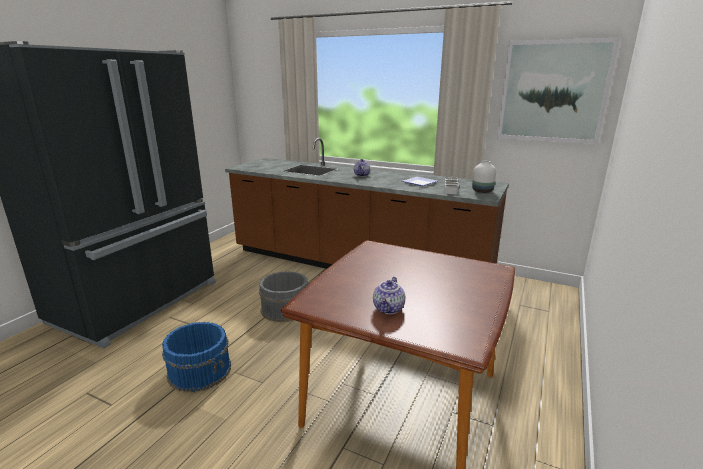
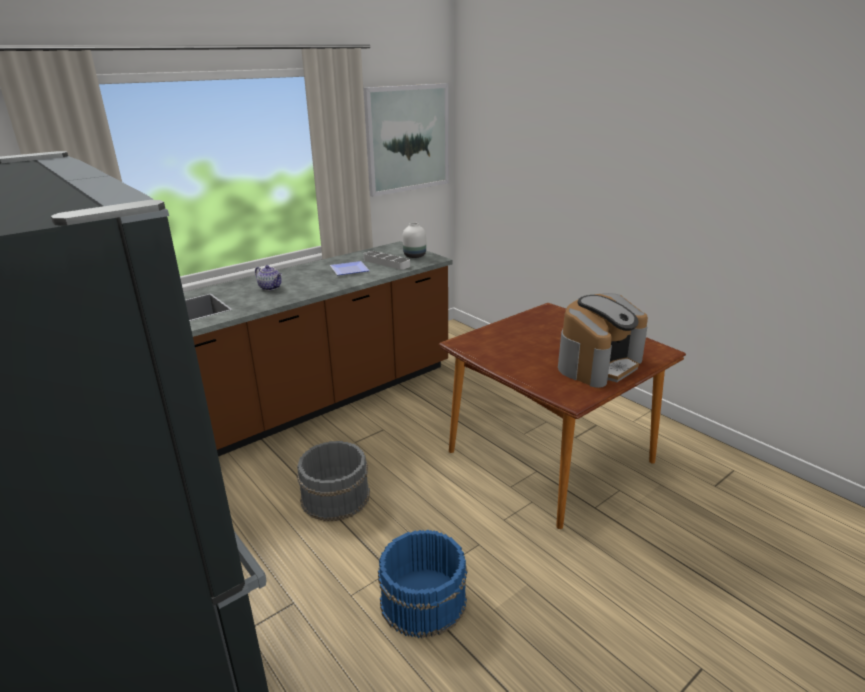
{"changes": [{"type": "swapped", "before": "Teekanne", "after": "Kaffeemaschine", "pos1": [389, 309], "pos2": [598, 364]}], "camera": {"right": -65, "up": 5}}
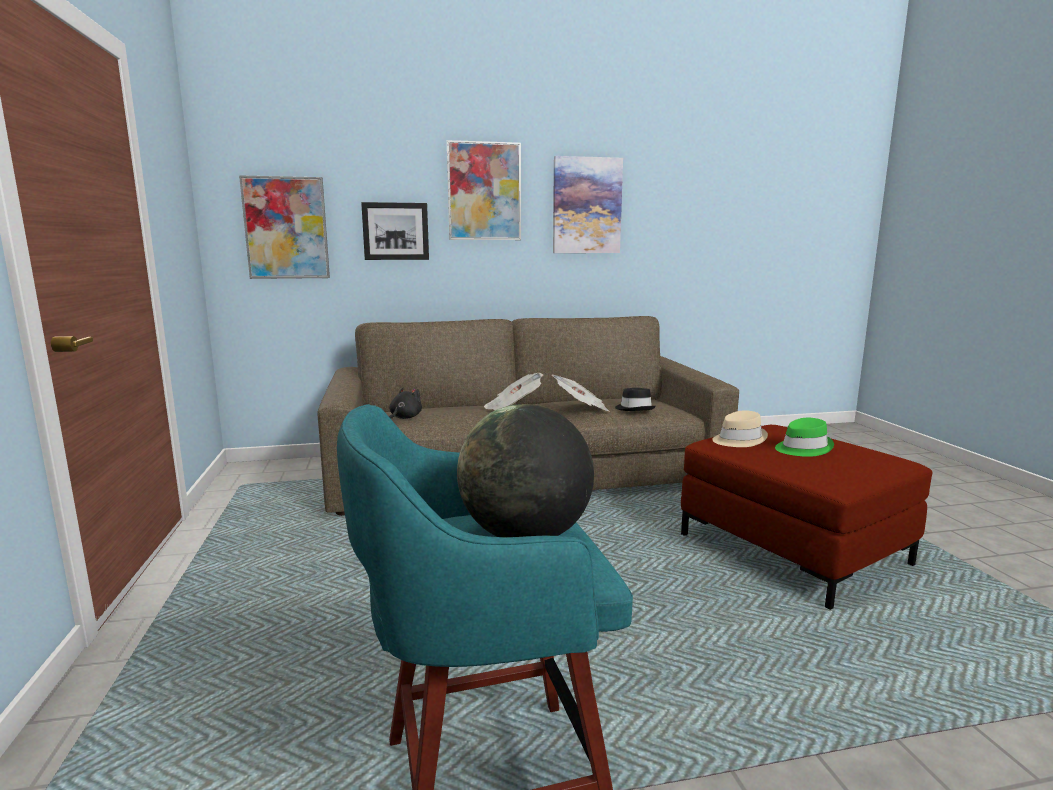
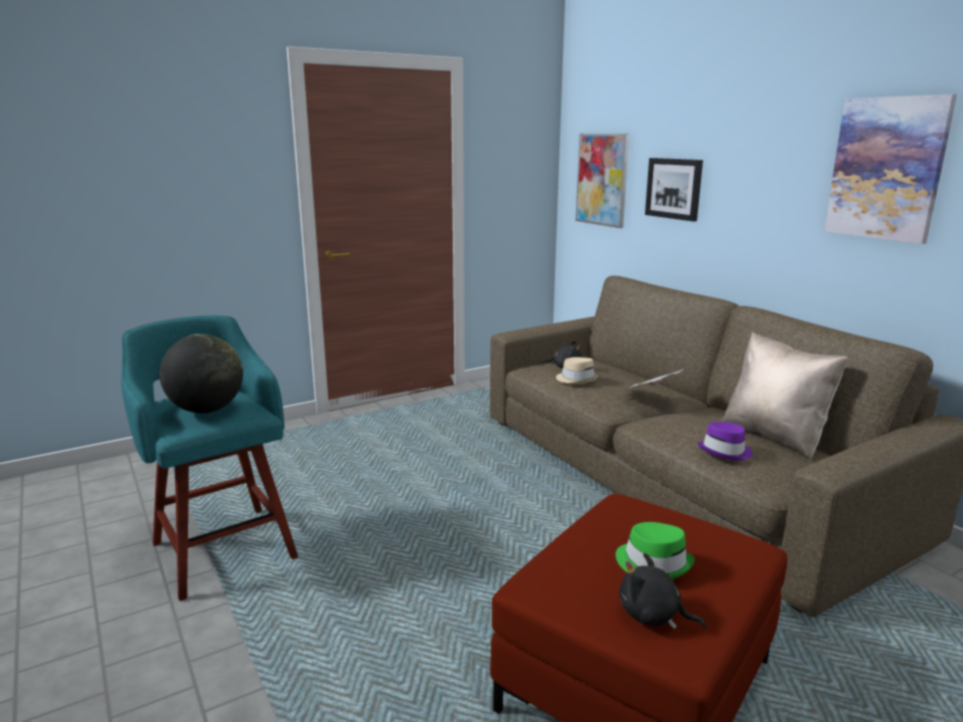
{"changes": [{"type": "gone", "before": "Bild", "pos1": [484, 191]}, {"type": "gone", "before": "Zeitung", "pos1": [581, 408]}, {"type": "new", "after": "Plüschtier/schwarz", "pos2": [653, 616]}, {"type": "new", "after": "Kissen/beige", "pos2": [774, 436]}, {"type": "shifted", "before": "Hut/beige", "pos1": [738, 440], "pos2": [576, 379]}, {"type": "repainted", "before": "Hut/schwarz", "after": "Hut/lila", "pos1": [634, 409], "pos2": [726, 451]}], "camera": {"right": 70, "up": 5}}
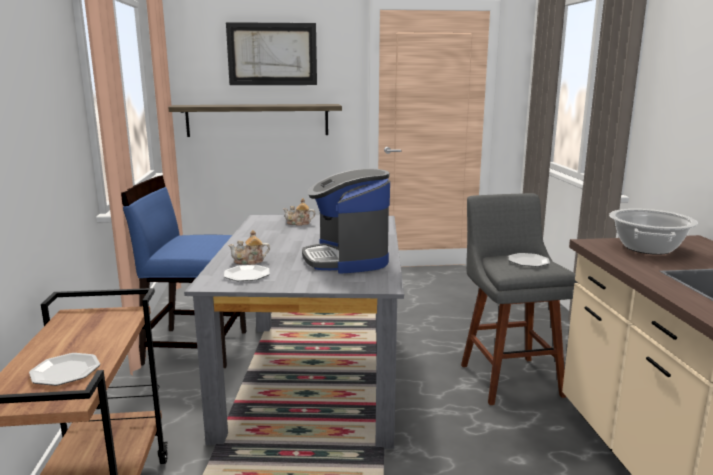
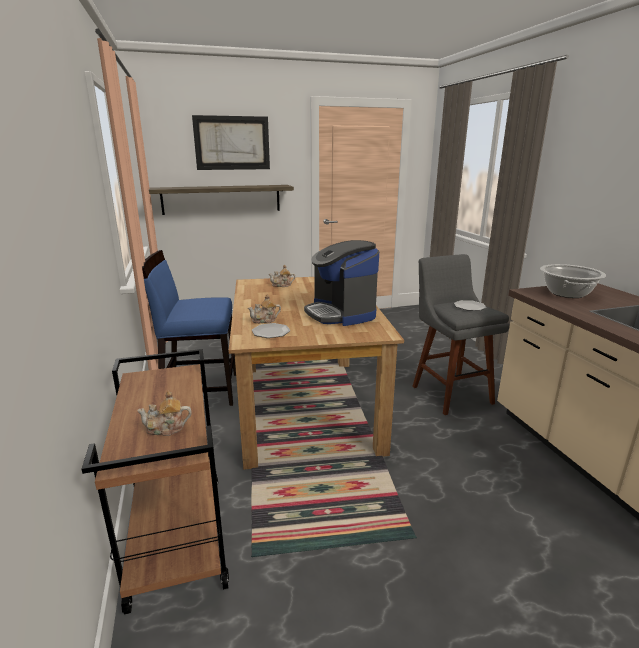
{"changes": [{"type": "swapped", "before": "Teller", "after": "Teekanne", "pos1": [65, 372], "pos2": [166, 428]}, {"type": "repainted", "before": "Esstisch/grau", "after": "Esstisch/braun", "pos1": [315, 376], "pos2": [307, 405]}], "camera": {"right": -10, "up": 5}}
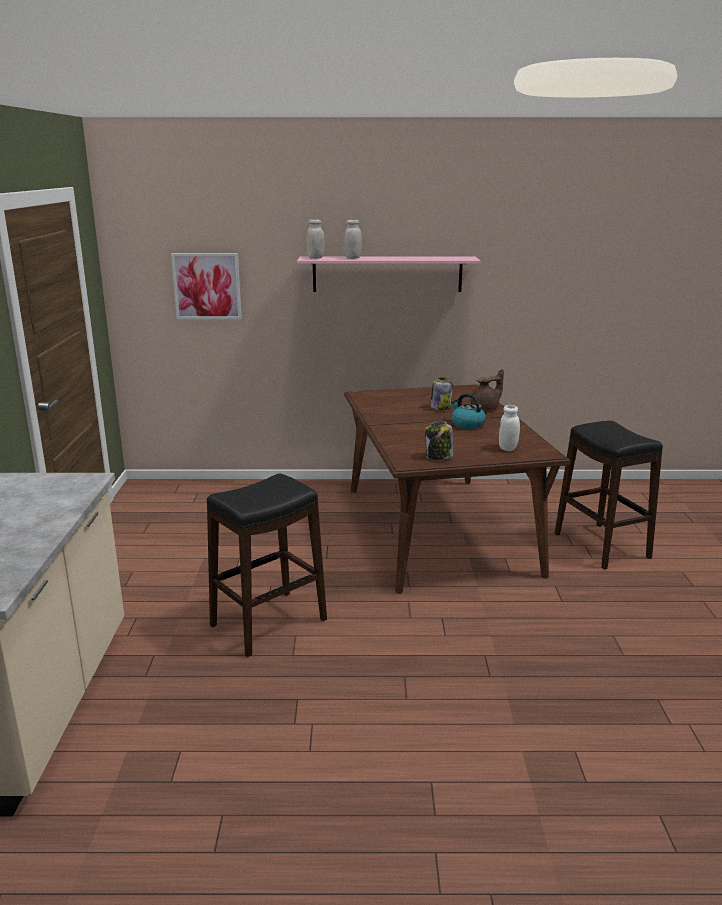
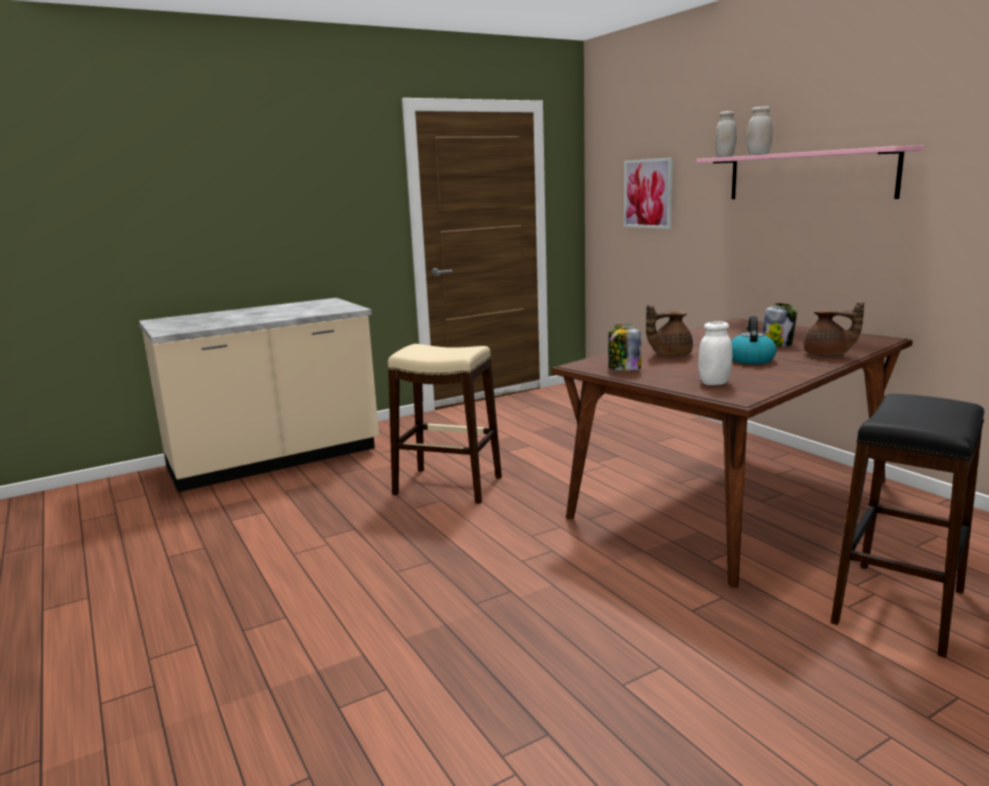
{"changes": [{"type": "new", "after": "Teekanne/braun", "pos2": [669, 354]}, {"type": "repainted", "before": "Hocker/schwarz", "after": "Hocker/beige", "pos1": [269, 622], "pos2": [448, 485]}], "camera": {"right": 60, "up": -5}}
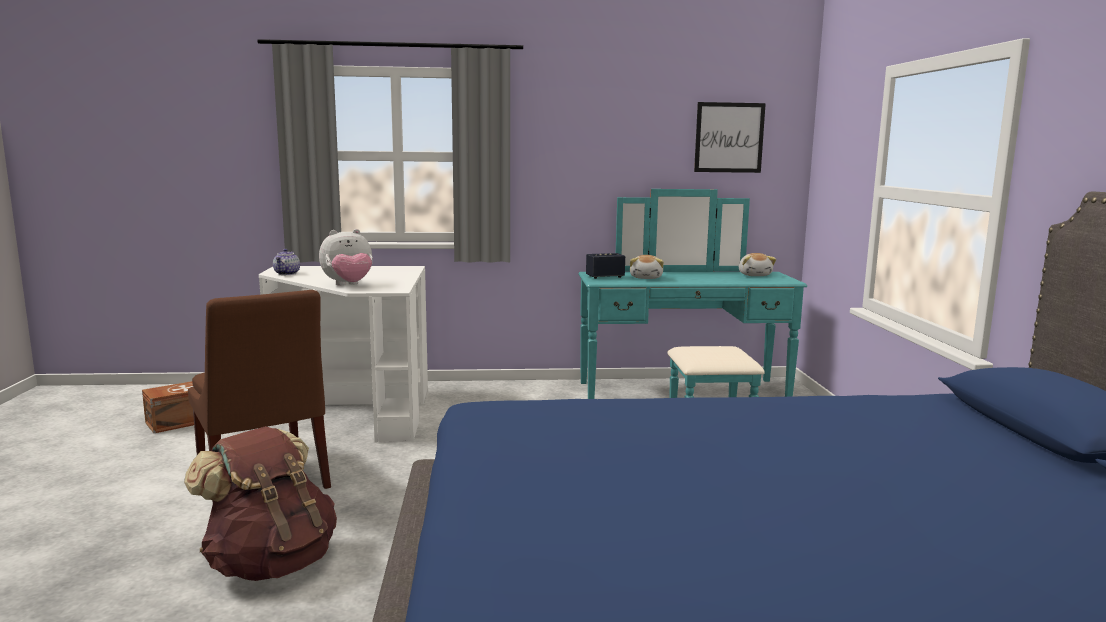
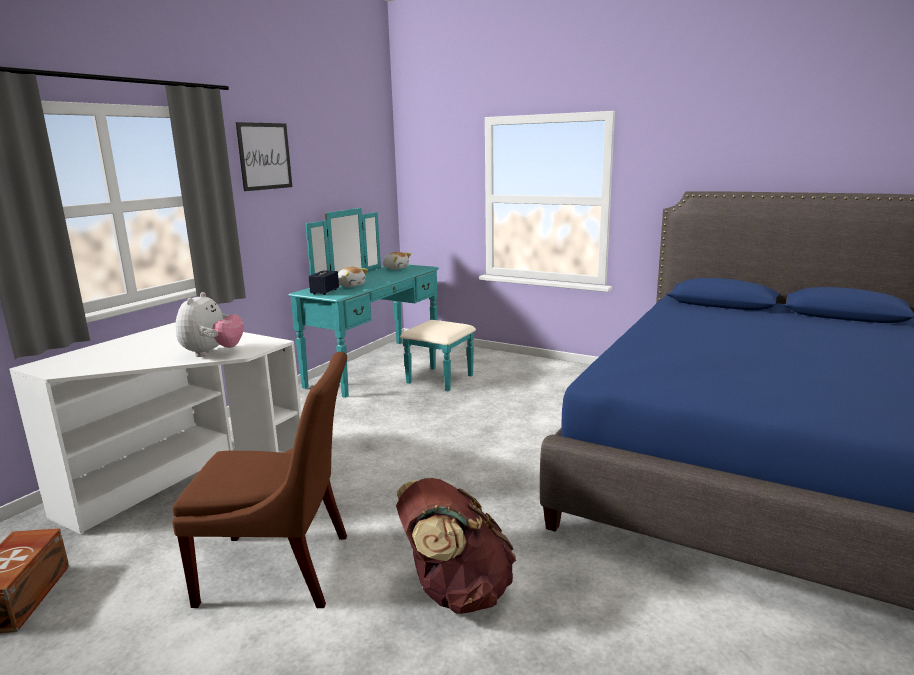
{"changes": [{"type": "gone", "before": "Teekanne", "pos1": [287, 274]}, {"type": "shifted", "before": "Bild", "pos1": [729, 137], "pos2": [264, 156]}], "camera": {"right": -55, "up": 5}}
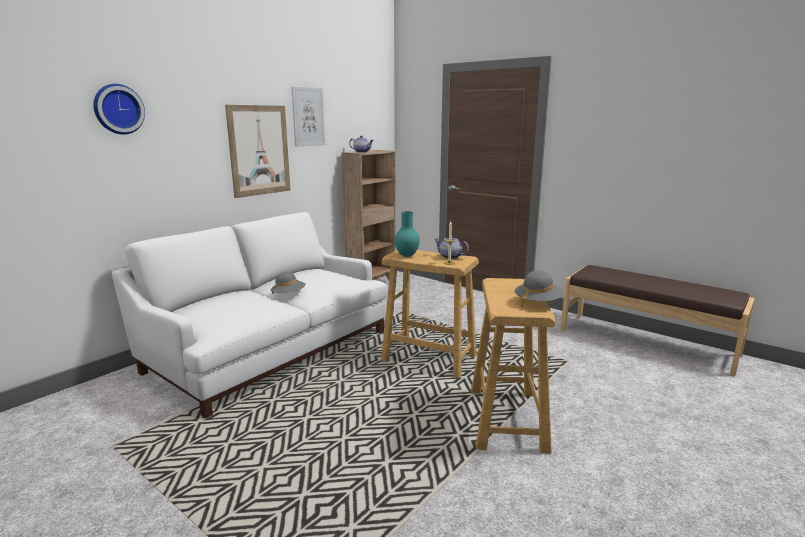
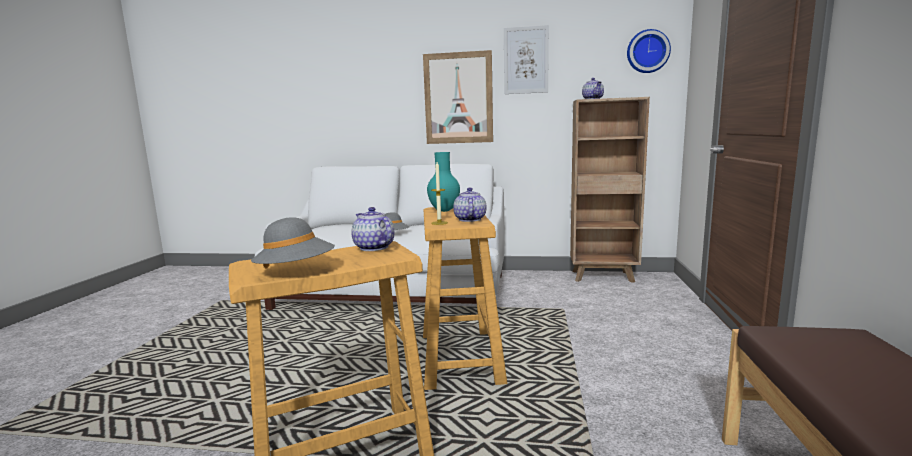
{"changes": [{"type": "new", "after": "Teekanne", "pos2": [373, 247]}, {"type": "shifted", "before": "Wanduhr", "pos1": [118, 109], "pos2": [647, 51]}], "camera": {"right": 60, "up": -5}}
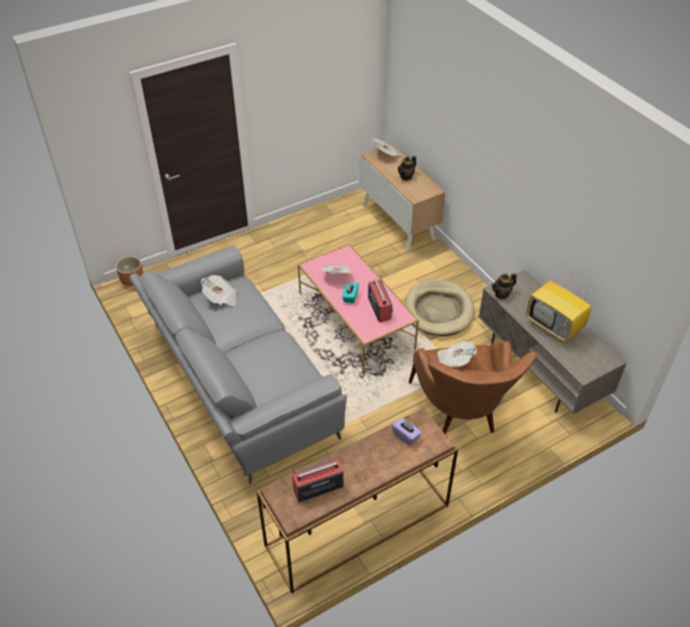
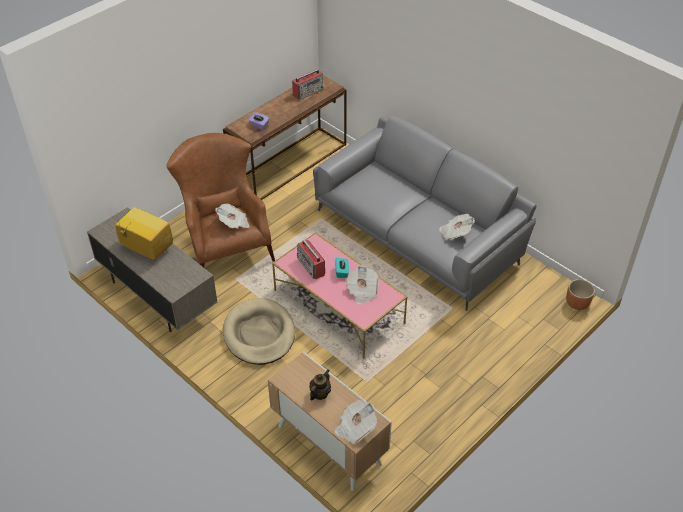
{"changes": [{"type": "gone", "before": "Teekanne", "pos1": [502, 294]}], "camera": {"right": 165, "up": 0}}
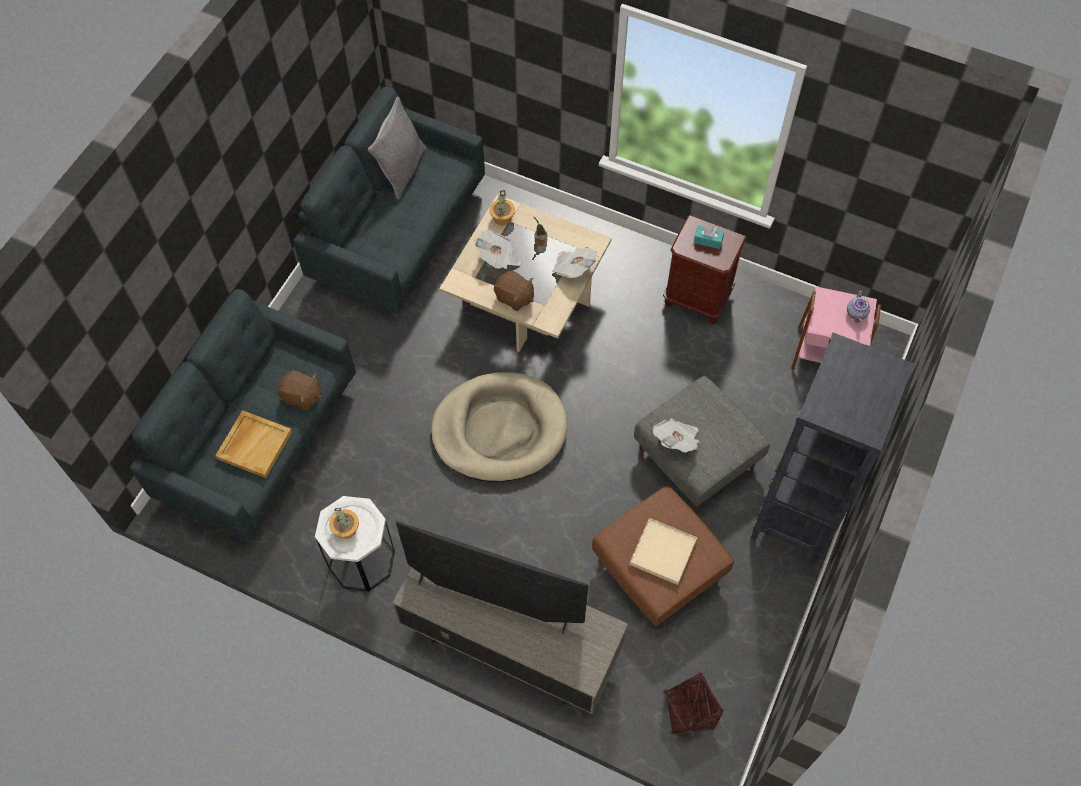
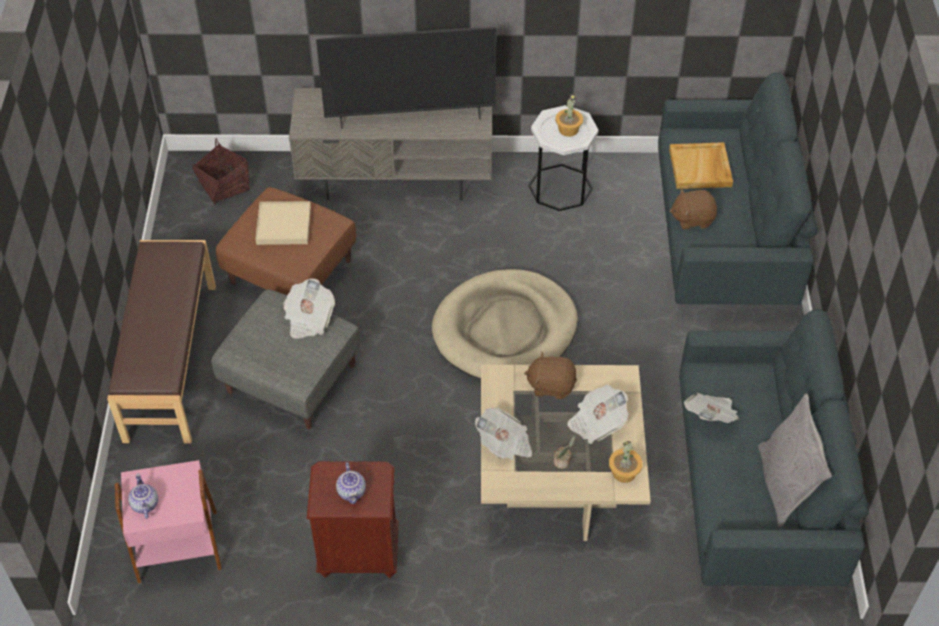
{"changes": [{"type": "new", "after": "Zeitung", "pos2": [711, 416]}, {"type": "swapped", "before": "Taschentuchbox/türkis", "after": "Teekanne", "pos1": [708, 240], "pos2": [352, 492]}, {"type": "swapped", "before": "Bücherregal/schwarz", "after": "Bank/braun", "pos1": [796, 517], "pos2": [169, 361]}], "camera": {"right": 155, "up": -10}}
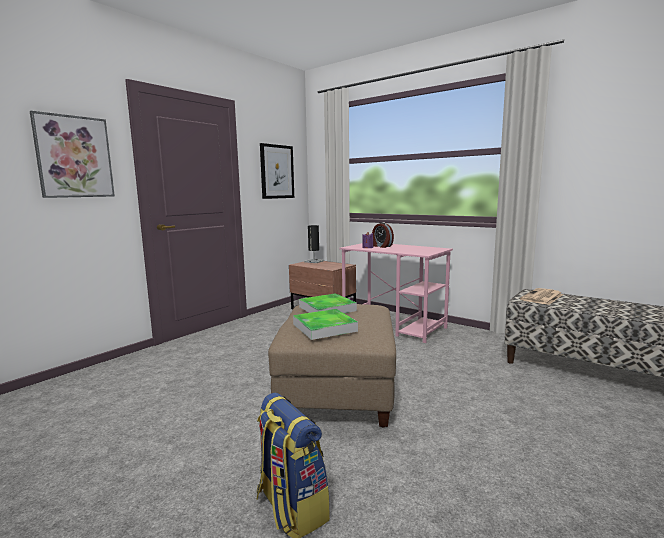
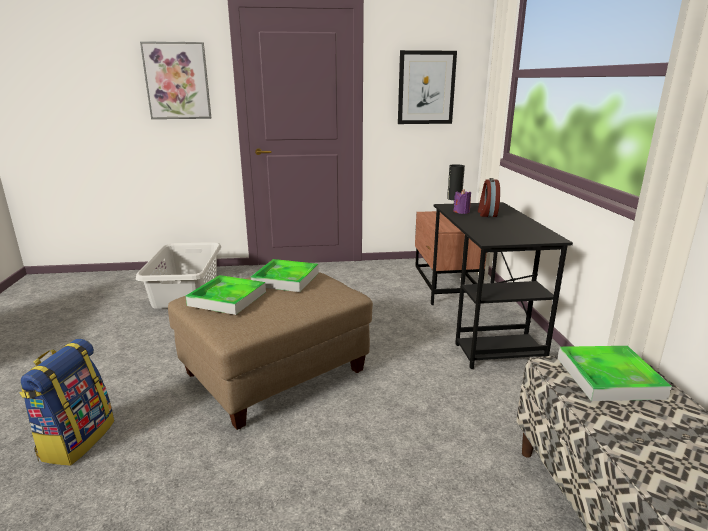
{"changes": [{"type": "new", "after": "Wäschekorb/grau", "pos2": [187, 291]}, {"type": "swapped", "before": "Zeitung", "after": "Tablett", "pos1": [542, 297], "pos2": [609, 377]}, {"type": "repainted", "before": "Schreibtisch/rosa", "after": "Schreibtisch/schwarz", "pos1": [394, 326], "pos2": [482, 331]}], "camera": {"right": 45, "up": 10}}
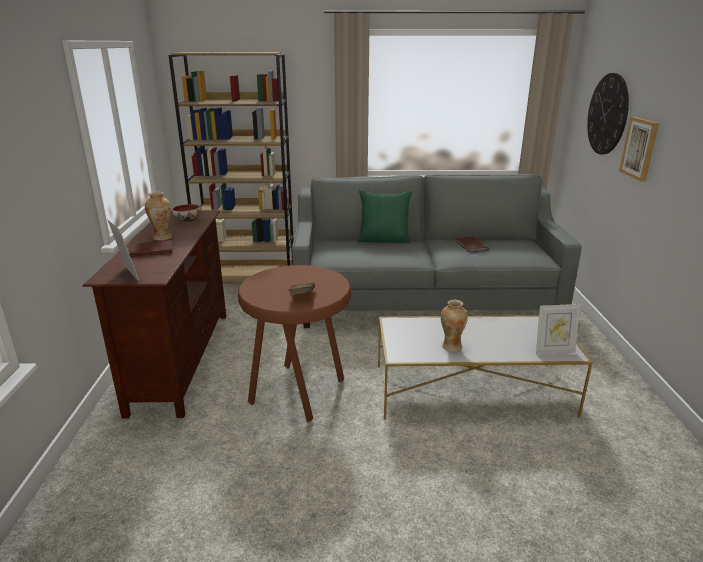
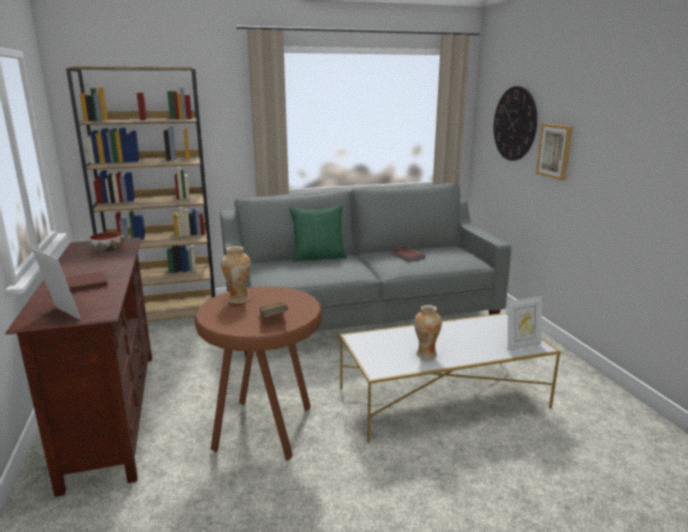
{"changes": [{"type": "shifted", "before": "Vase", "pos1": [162, 237], "pos2": [238, 299]}], "camera": {"right": -15, "up": -5}}
